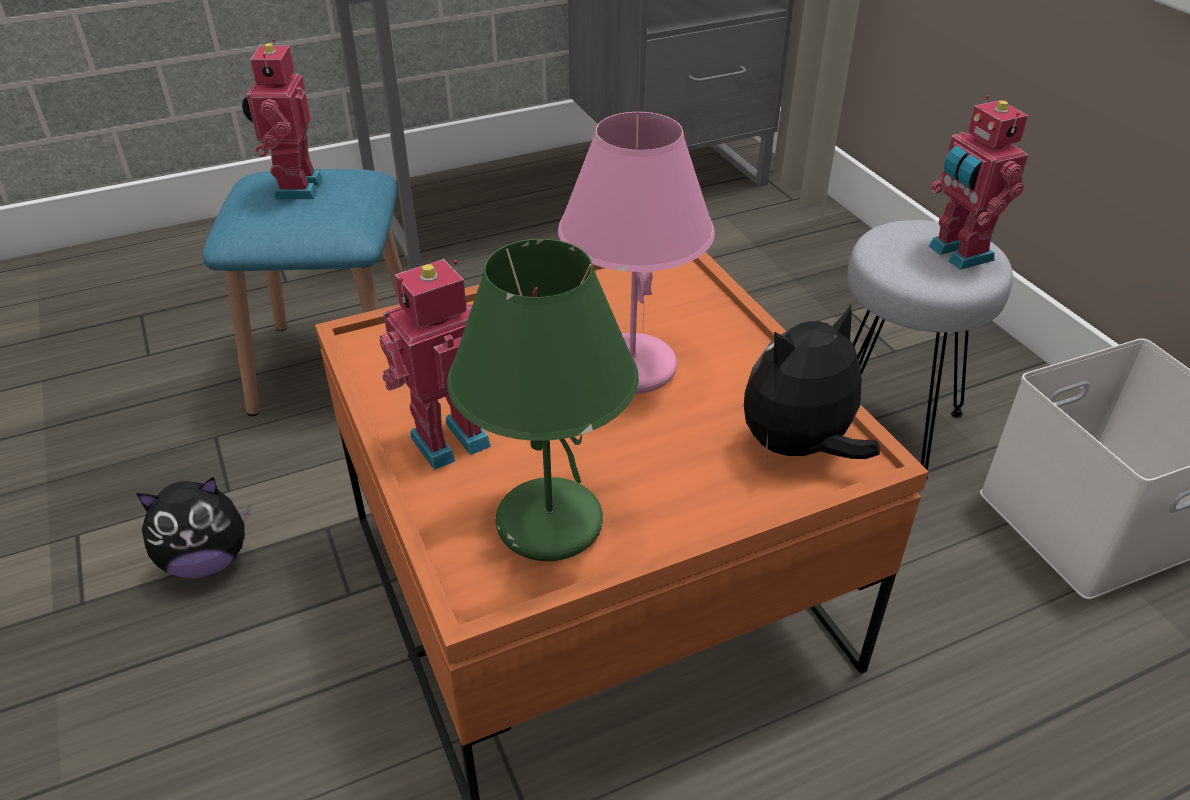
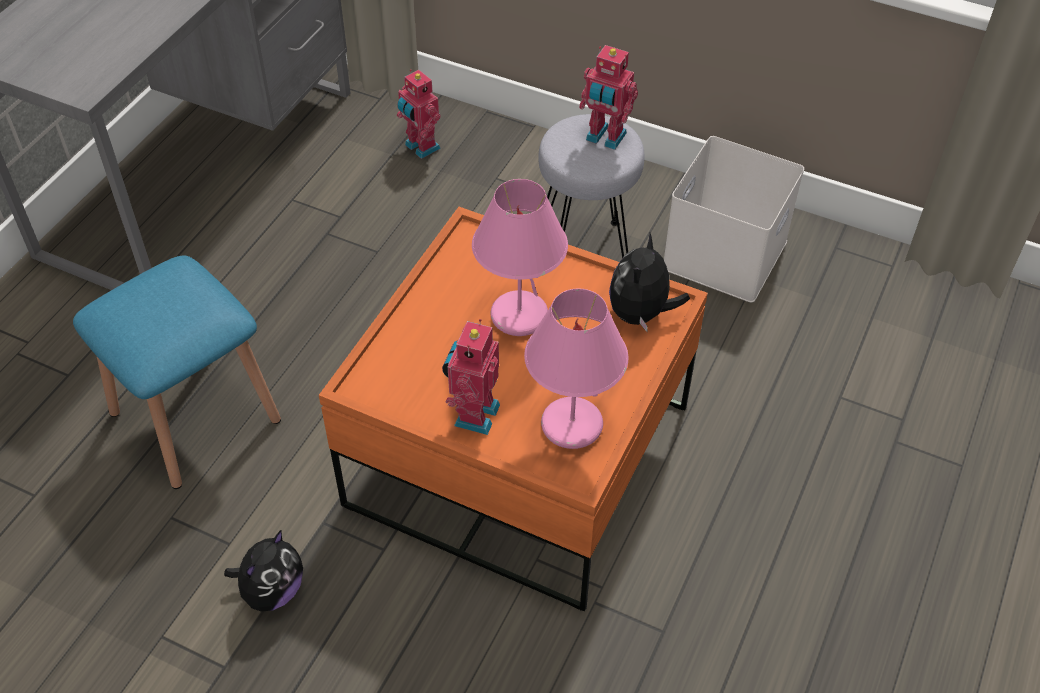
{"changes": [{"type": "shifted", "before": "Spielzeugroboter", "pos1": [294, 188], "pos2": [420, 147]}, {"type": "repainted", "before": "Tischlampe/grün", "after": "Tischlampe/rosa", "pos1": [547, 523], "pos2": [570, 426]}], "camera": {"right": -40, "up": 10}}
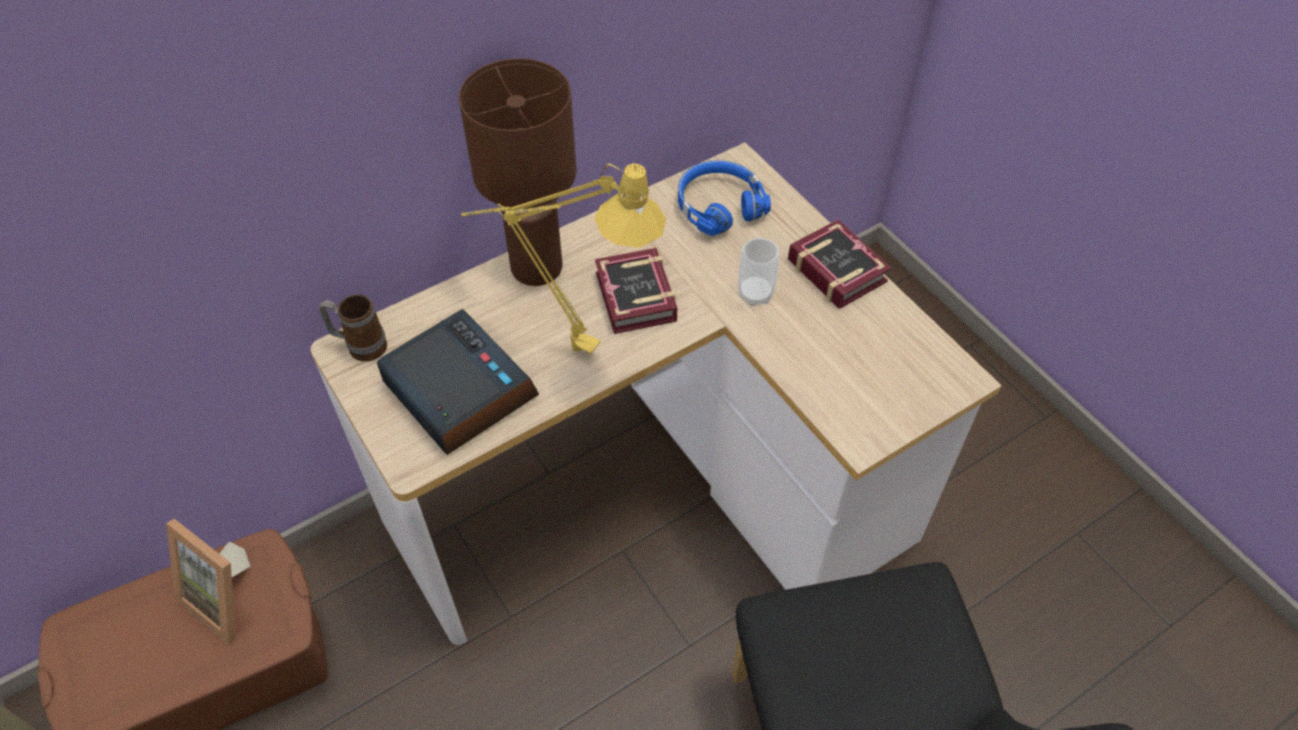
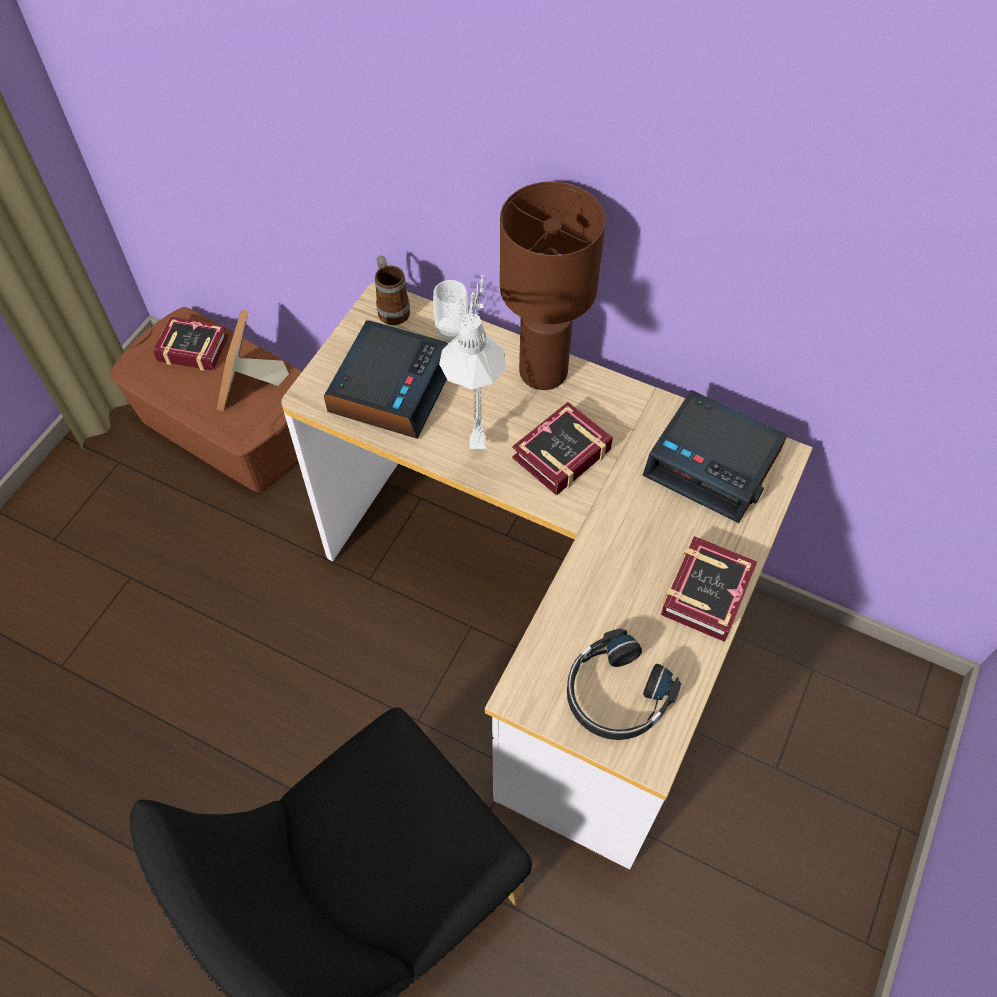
{"changes": [{"type": "new", "after": "Buch", "pos2": [191, 346]}, {"type": "new", "after": "Kopfhörer/schwarz", "pos2": [615, 694]}, {"type": "shifted", "before": "Tasse", "pos1": [755, 294], "pos2": [452, 331]}, {"type": "swapped", "before": "Kopfhörer/blau", "after": "Wecker", "pos1": [718, 205], "pos2": [714, 464]}, {"type": "repainted", "before": "Tischlampe/gelb", "after": "Tischlampe/grau", "pos1": [564, 344], "pos2": [478, 431]}], "camera": {"right": 60, "up": 5}}
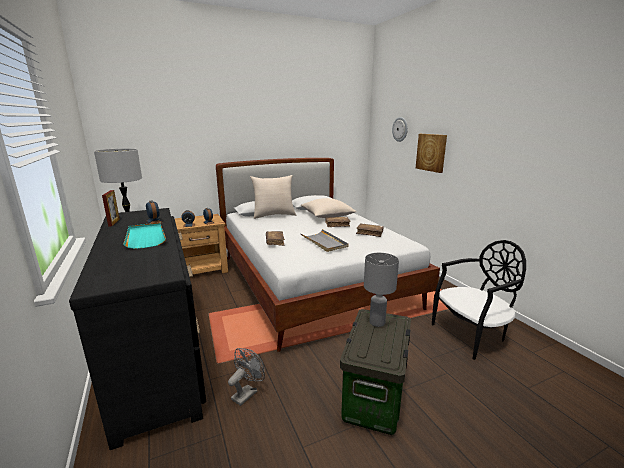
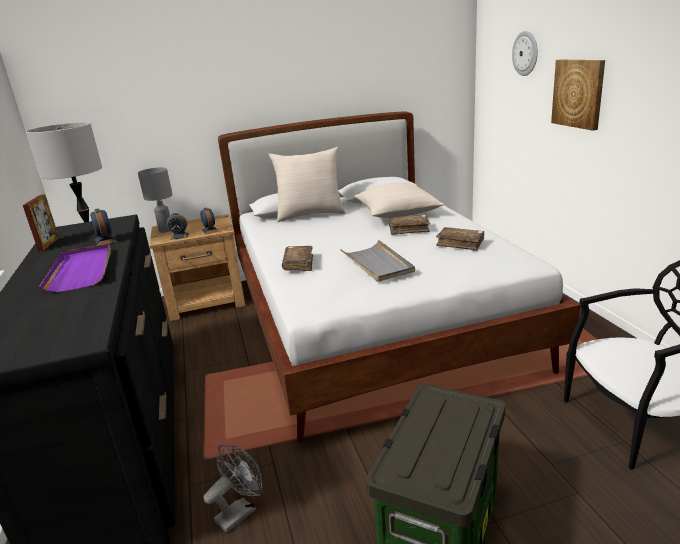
{"changes": [{"type": "shifted", "before": "Tischlampe/grau", "pos1": [376, 322], "pos2": [165, 230]}, {"type": "repainted", "before": "Tablett/türkis", "after": "Tablett/lila", "pos1": [145, 237], "pos2": [82, 270]}], "camera": {"right": 10, "up": 5}}
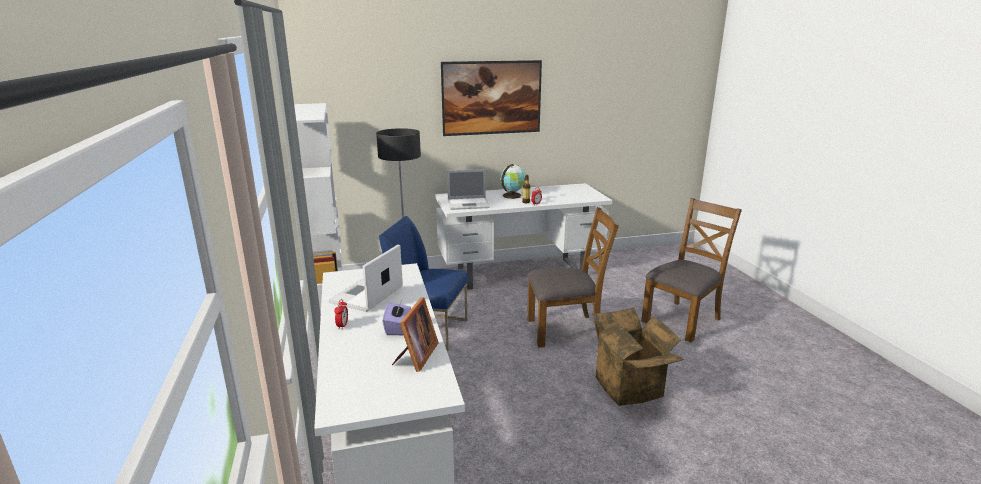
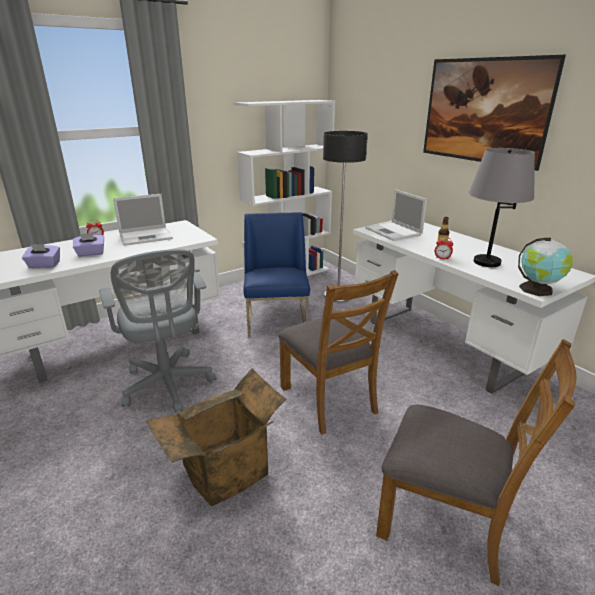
{"changes": [{"type": "new", "after": "Bürostuhl/grau", "pos2": [168, 386]}, {"type": "new", "after": "Tischlampe/grau", "pos2": [486, 262]}, {"type": "shifted", "before": "Globus", "pos1": [512, 195], "pos2": [538, 289]}, {"type": "swapped", "before": "Bilderrahmen", "after": "Taschentuchbox/lila", "pos1": [416, 356], "pos2": [44, 265]}, {"type": "rotated", "before": "Laptop", "pos1": [366, 295], "pos2": [147, 236], "turn": 150}], "camera": {"right": 70, "up": 5}}
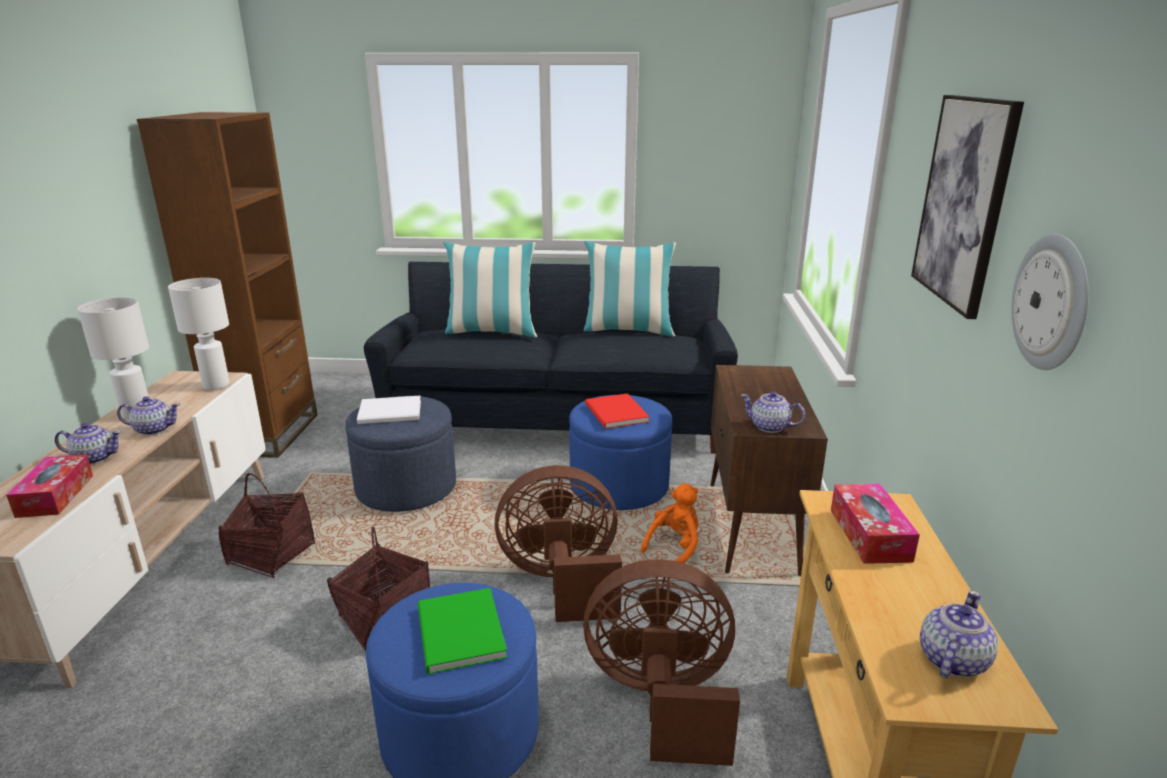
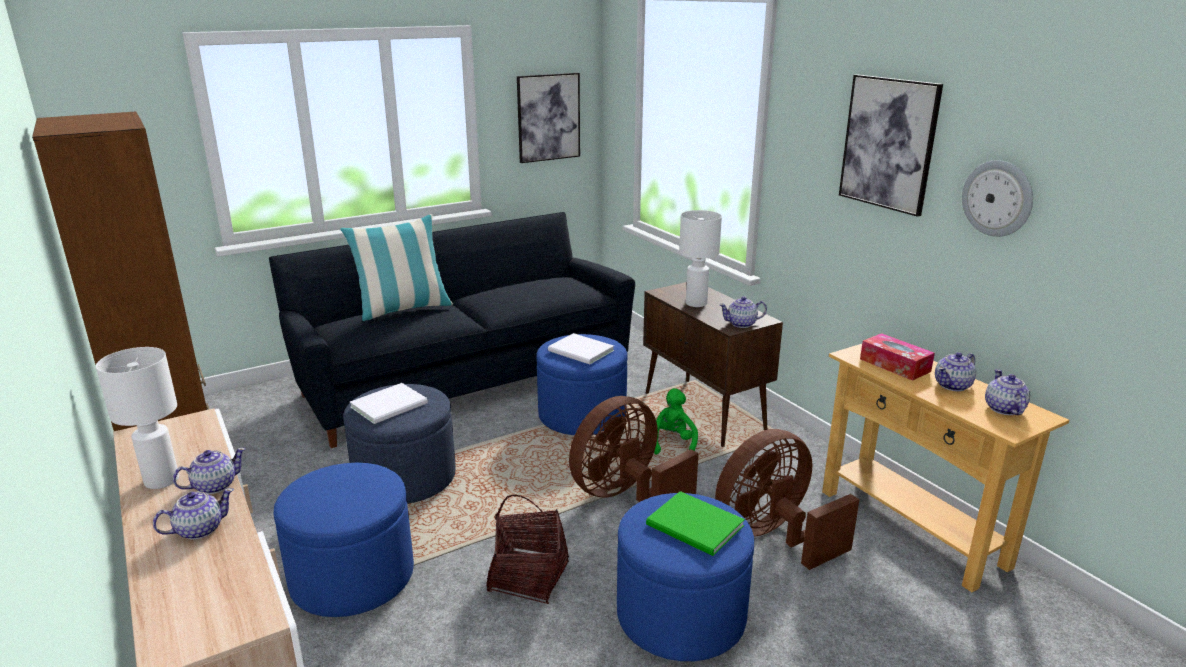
{"changes": [{"type": "gone", "before": "Taschentuchbox", "pos1": [55, 495]}, {"type": "gone", "before": "Kissen", "pos1": [628, 330]}, {"type": "new", "after": "Bild", "pos2": [548, 117]}, {"type": "new", "after": "Teekanne", "pos2": [953, 385]}, {"type": "shifted", "before": "Tischlampe/weiß", "pos1": [215, 386], "pos2": [696, 304]}, {"type": "swapped", "before": "Korb", "after": "Polsterhocker/blau", "pos1": [271, 554], "pos2": [352, 577]}, {"type": "repainted", "before": "Buch/rot", "after": "Buch/weiß", "pos1": [615, 414], "pos2": [581, 351]}, {"type": "repainted", "before": "Plüschtier/orange", "after": "Plüschtier/grün", "pos1": [675, 547], "pos2": [671, 443]}], "camera": {"right": -35, "up": 0}}
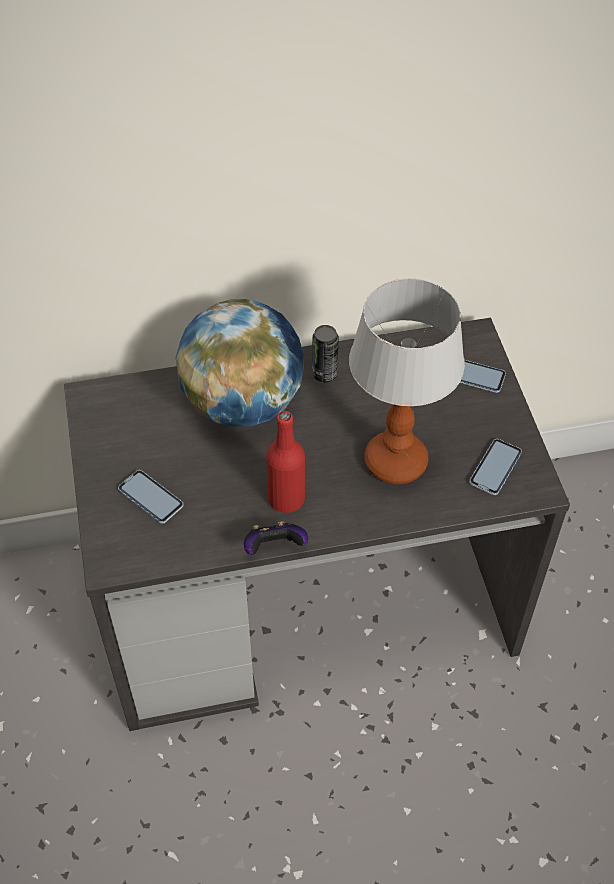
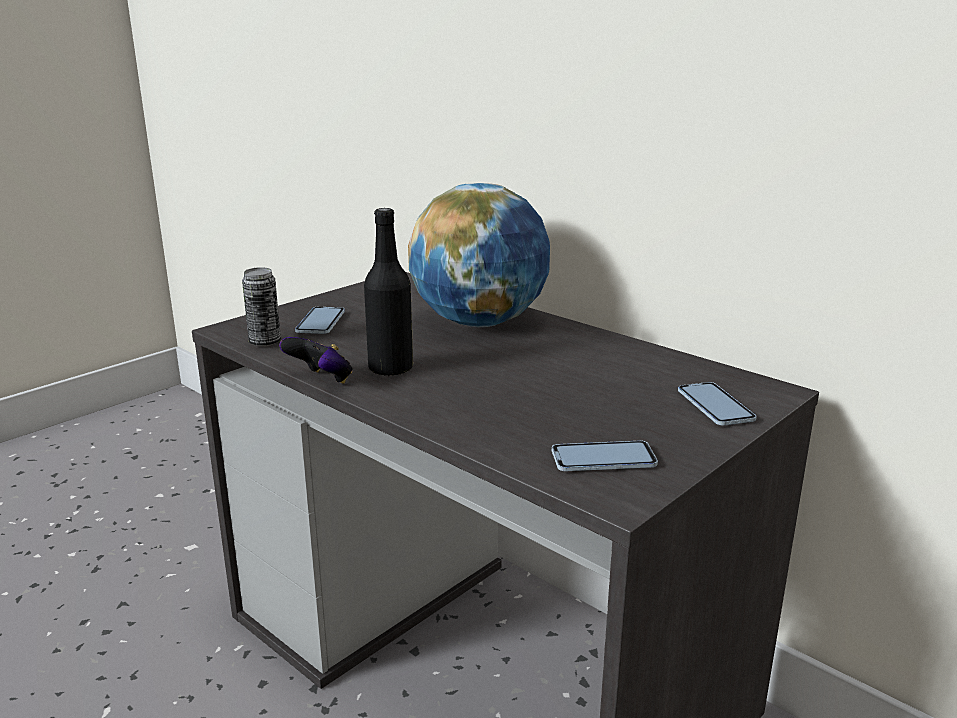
{"changes": [{"type": "gone", "before": "Tischlampe", "pos1": [396, 462]}, {"type": "shifted", "before": "Dose", "pos1": [324, 374], "pos2": [265, 342]}, {"type": "repainted", "before": "Flasche/rot", "after": "Flasche/schwarz", "pos1": [286, 499], "pos2": [390, 369]}], "camera": {"right": 55, "up": -30}}
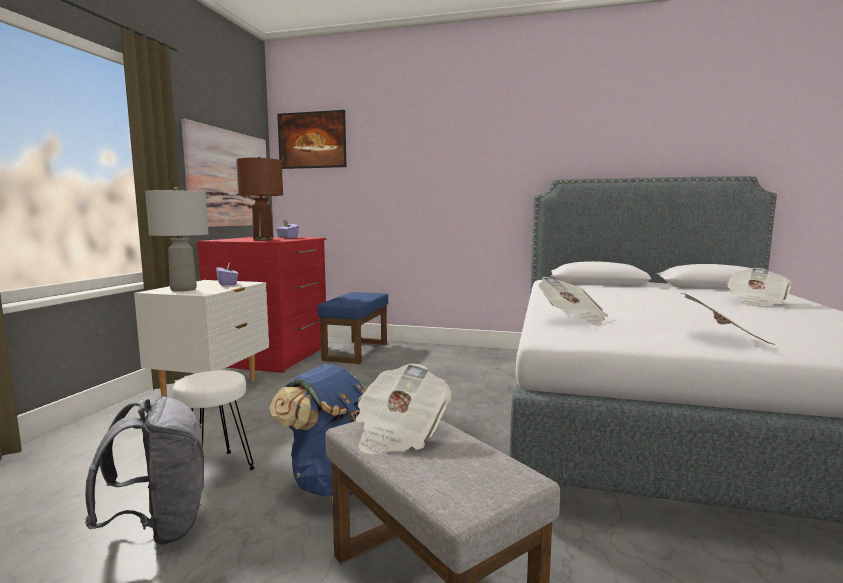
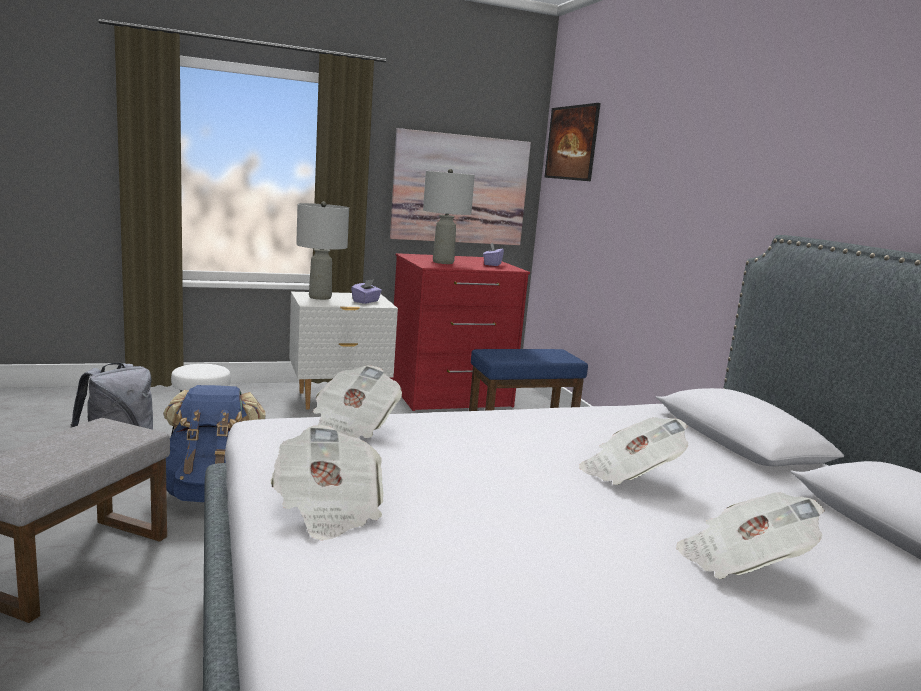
{"changes": [{"type": "shifted", "before": "Zeitung", "pos1": [399, 433], "pos2": [629, 474]}, {"type": "repainted", "before": "Tischlampe/braun", "after": "Tischlampe/grau", "pos1": [262, 240], "pos2": [442, 262]}], "camera": {"right": 55, "up": 5}}
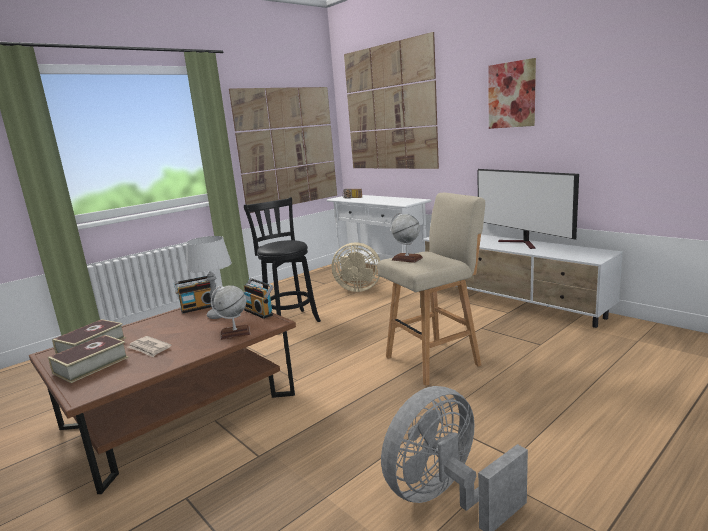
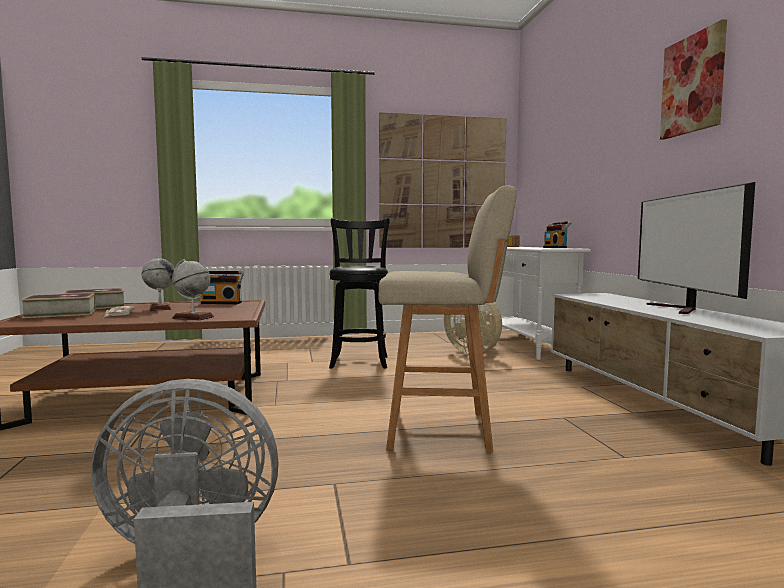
{"changes": [{"type": "gone", "before": "Tischlampe/grau", "pos1": [217, 315]}, {"type": "gone", "before": "Bild", "pos1": [389, 108]}, {"type": "shifted", "before": "Radio", "pos1": [260, 312], "pos2": [556, 248]}, {"type": "shifted", "before": "Globus", "pos1": [407, 259], "pos2": [160, 308]}], "camera": {"right": 30, "up": -10}}
